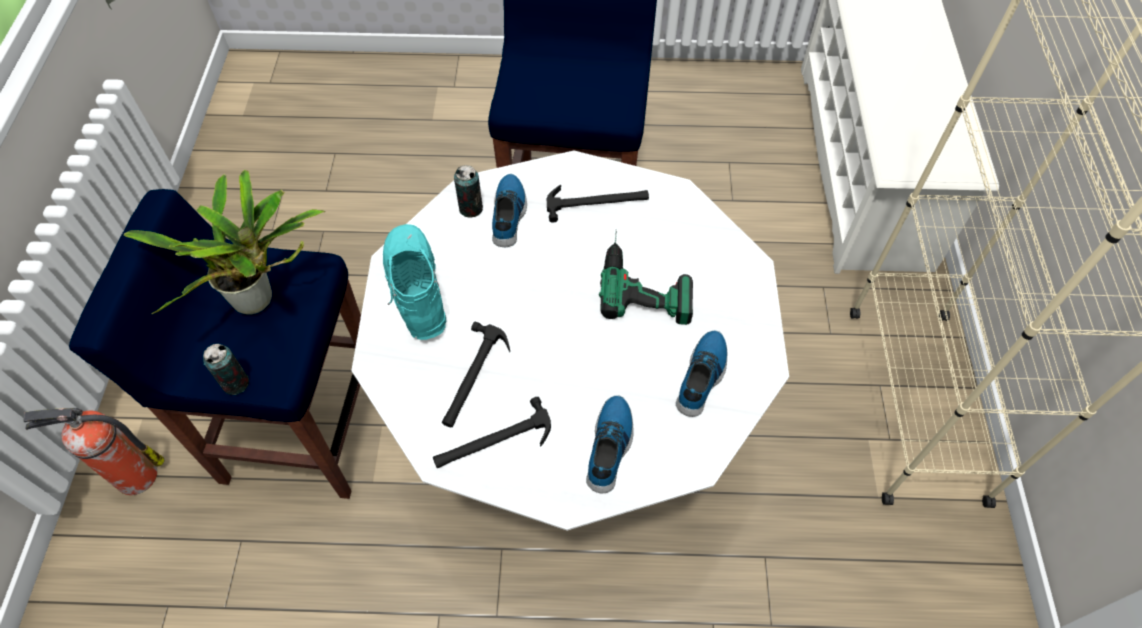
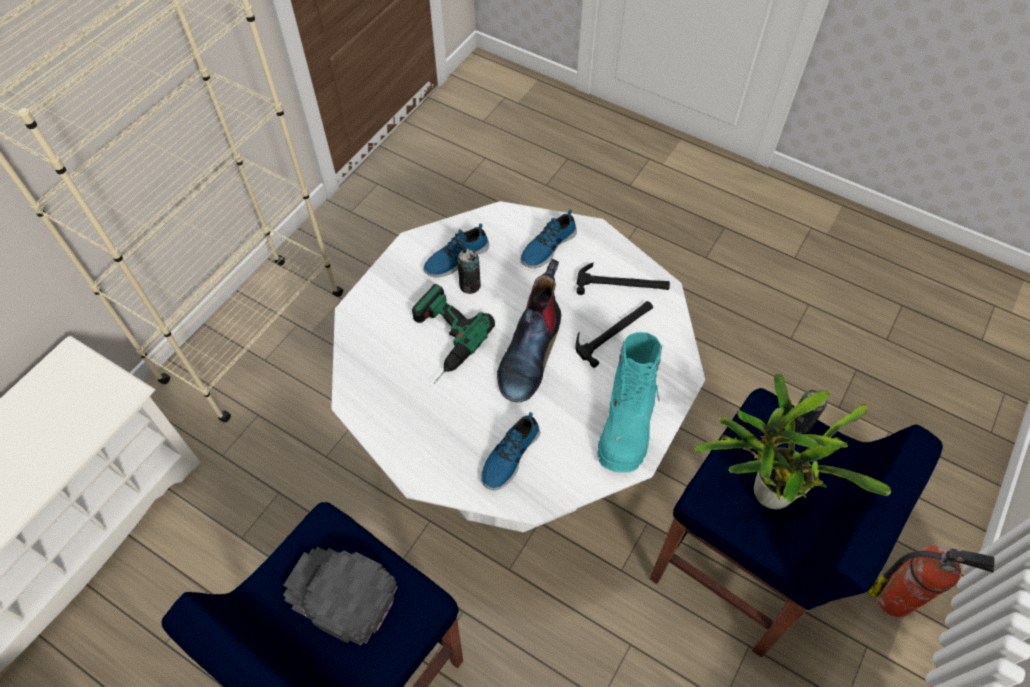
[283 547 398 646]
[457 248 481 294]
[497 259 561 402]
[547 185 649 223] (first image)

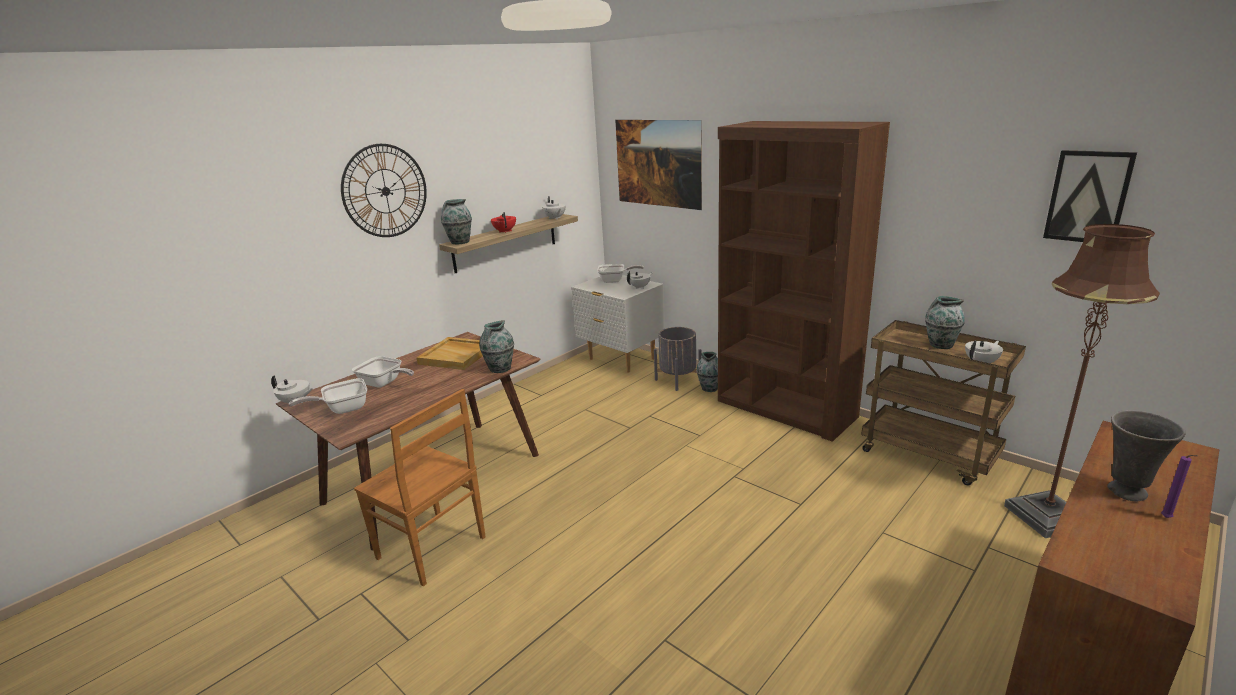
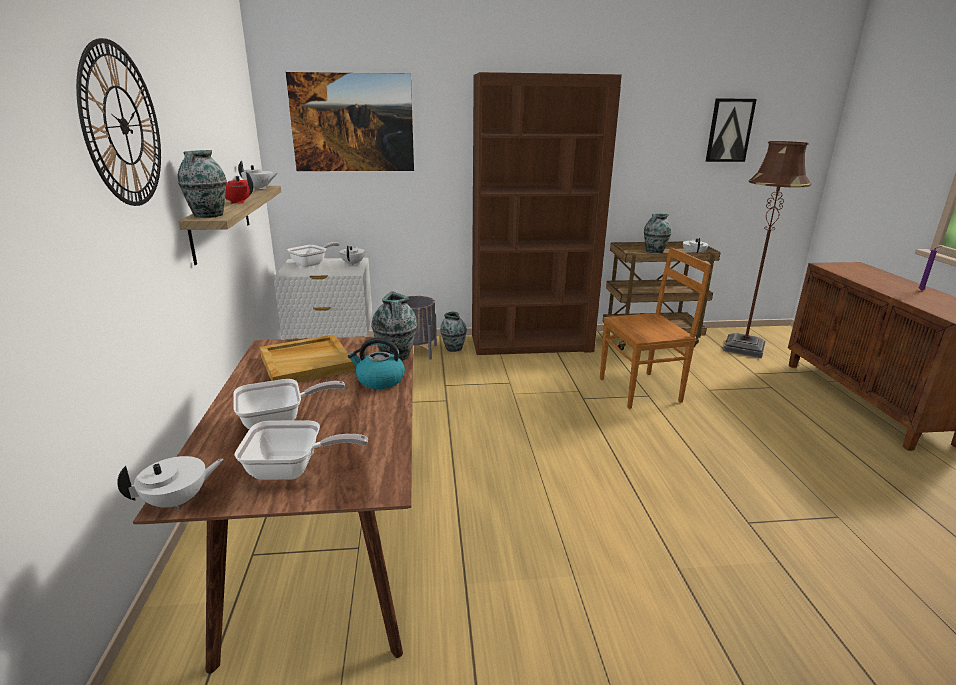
[234 420 368 480]
[348 337 405 389]
[600 247 711 409]
[1107 410 1186 501] (first image)

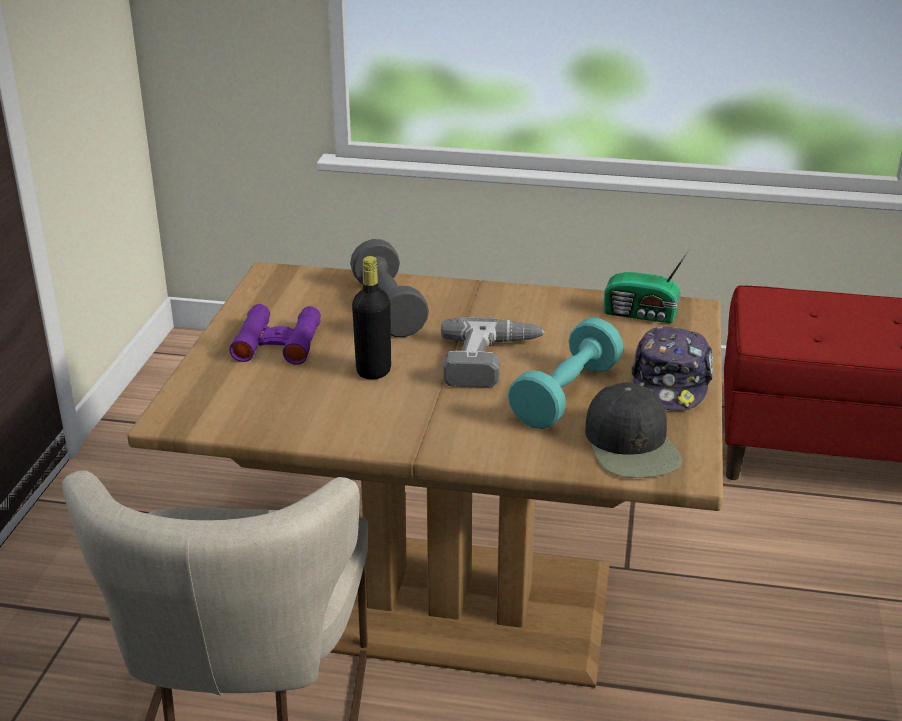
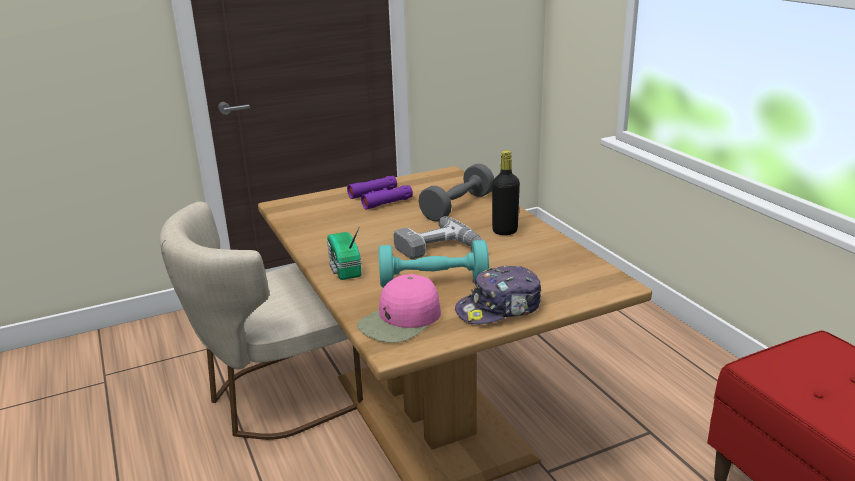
[327 226 362 280]
[357 274 441 343]
[492 150 520 235]

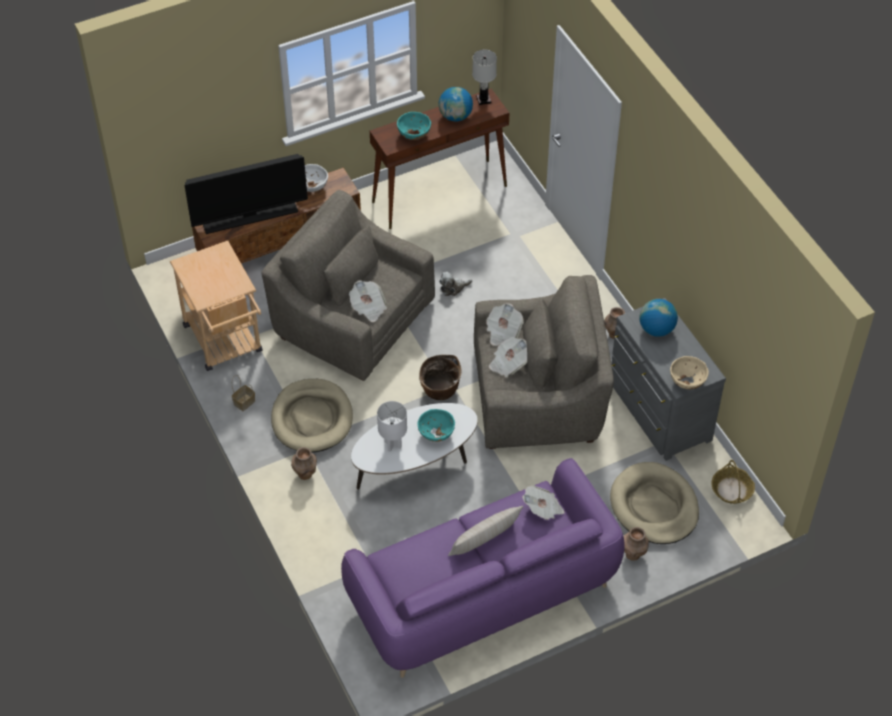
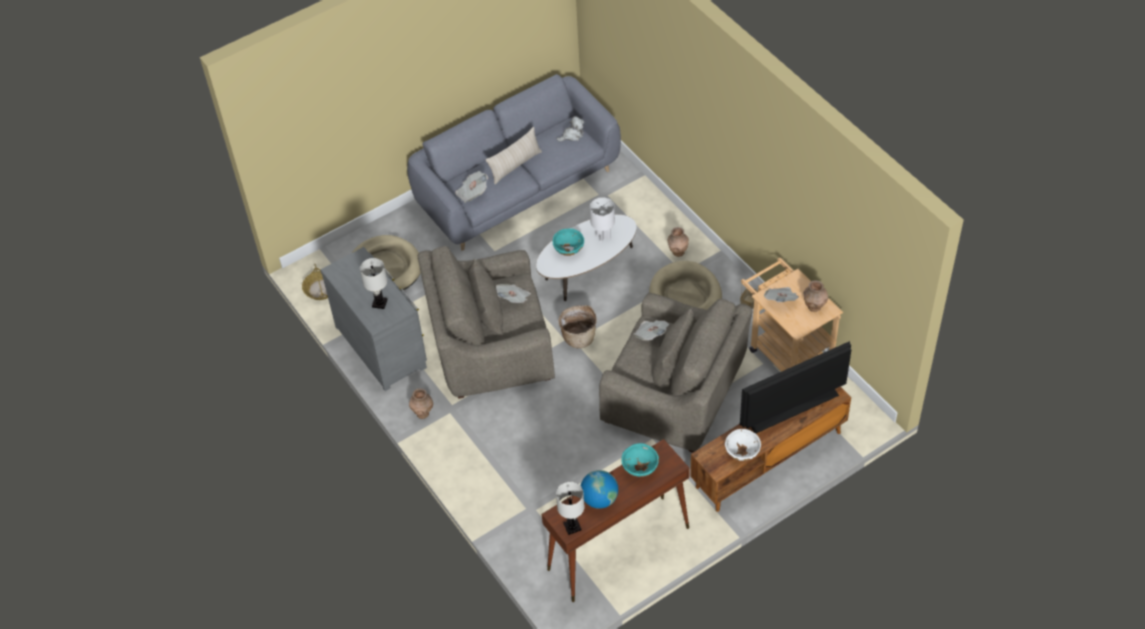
[360 258 388 309]
[407 74 621 251]
[557 116 584 142]
[764 287 799 302]
[804 280 828 312]
[670 356 709 390] (first image)

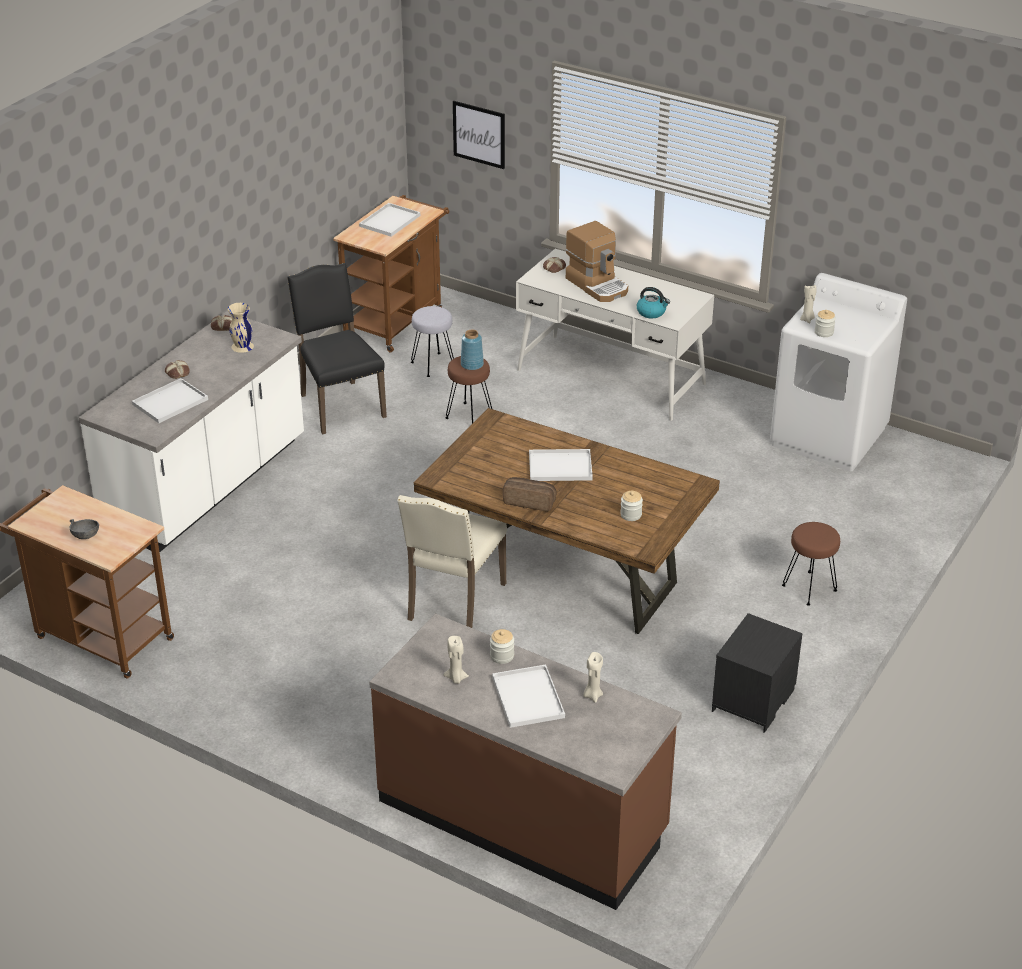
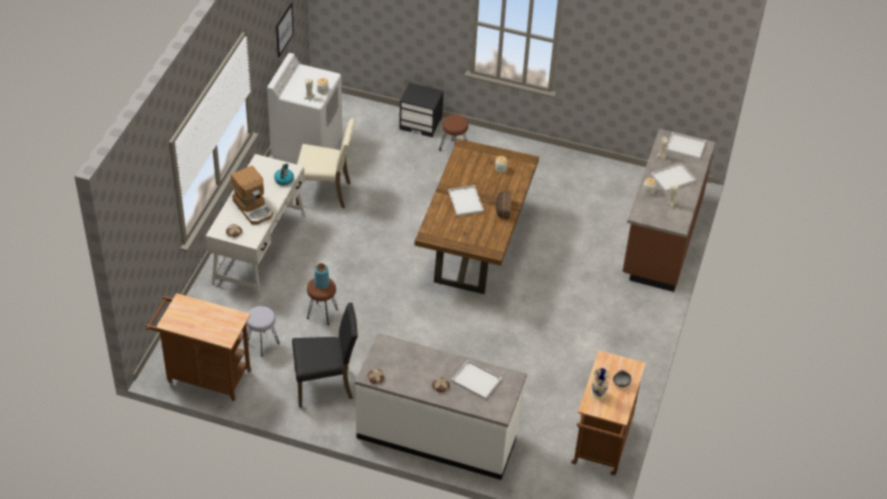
[231 166 273 225]
[276 3 294 58]
[292 303 358 407]
[296 118 355 208]
[399 83 444 138]
[591 368 610 400]
[666 132 706 159]

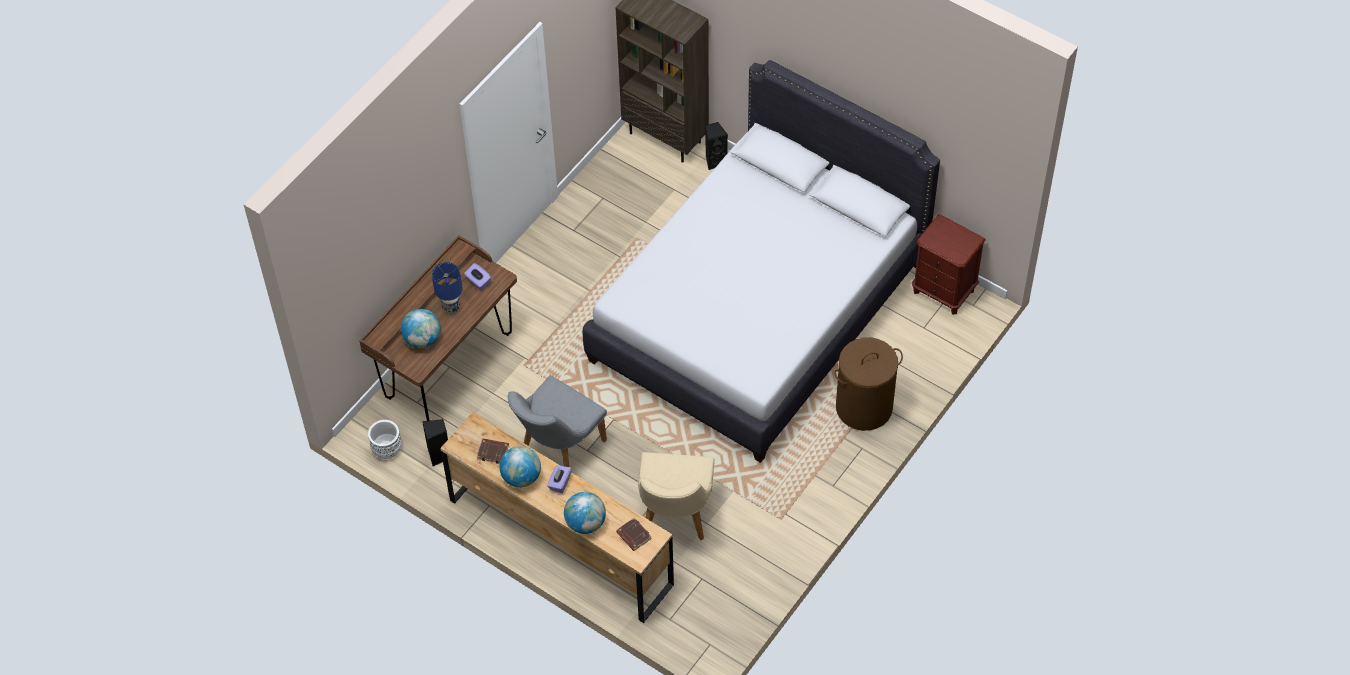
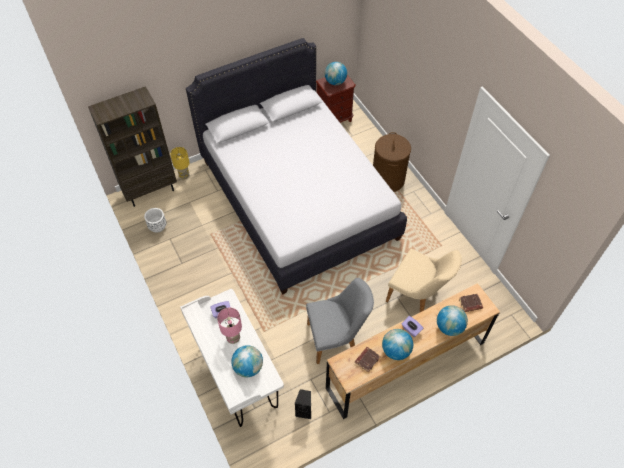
[144 208 167 233]
[170 147 190 179]
[180 289 284 427]
[217 307 242 344]
[306 278 374 364]
[325 62 347 85]

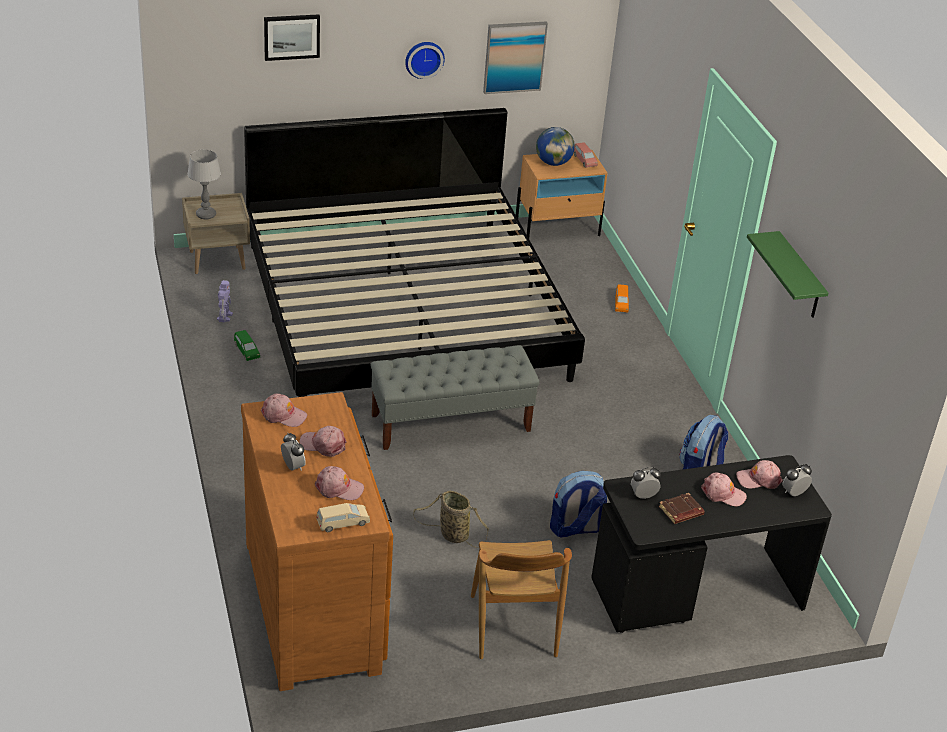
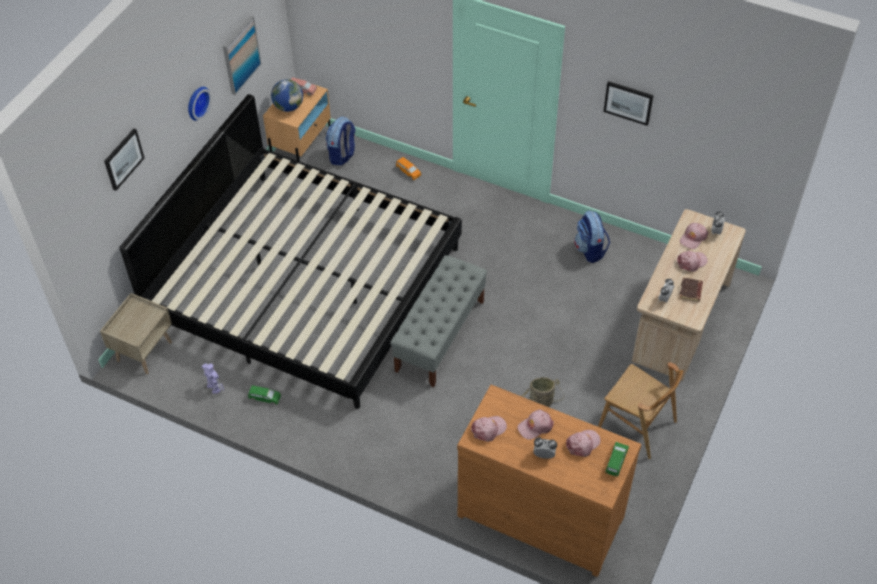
[326 117 355 165]
[603 81 653 126]
[605 442 629 477]
[632 209 746 381]
[187 149 221 219] (first image)

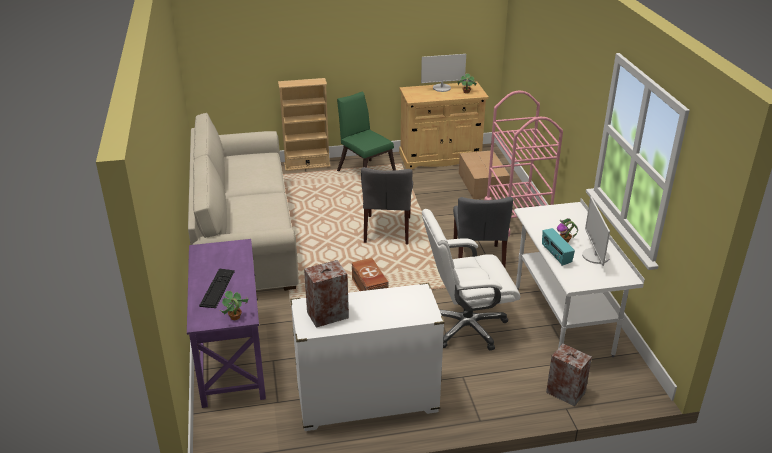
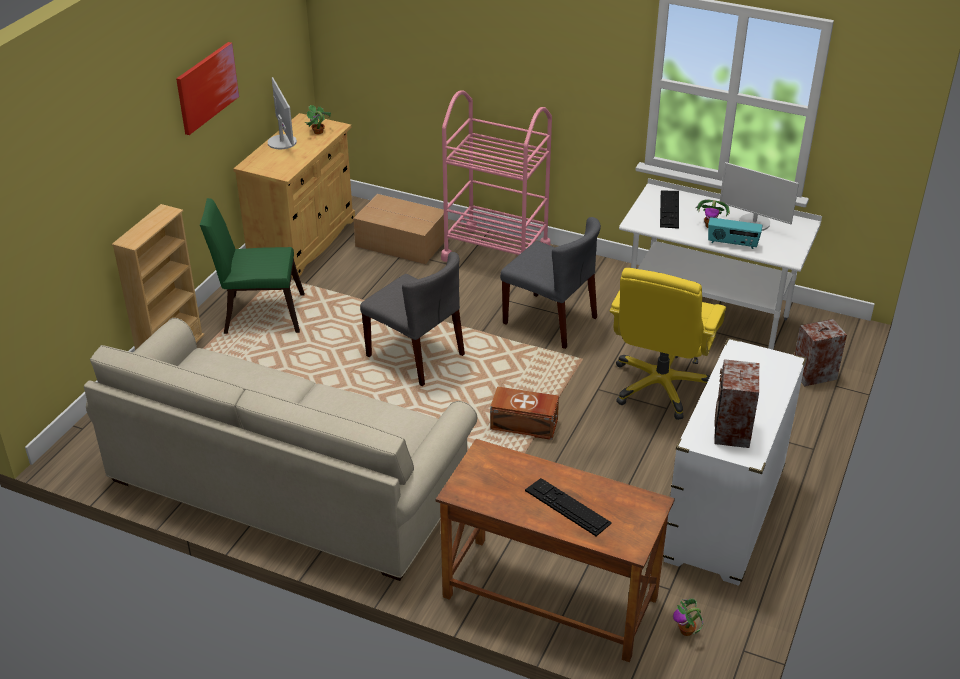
[176 42 239 135]
[268 77 297 149]
[436 439 675 662]
[610 268 726 420]
[660 191 679 229]
[673 598 703 636]

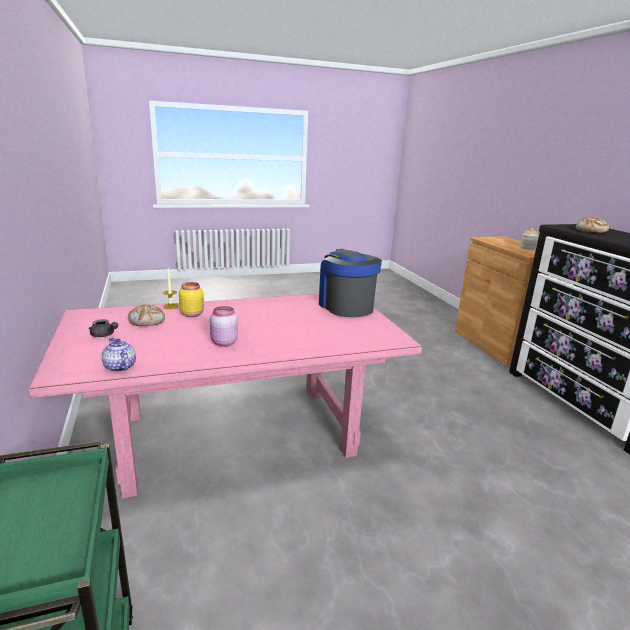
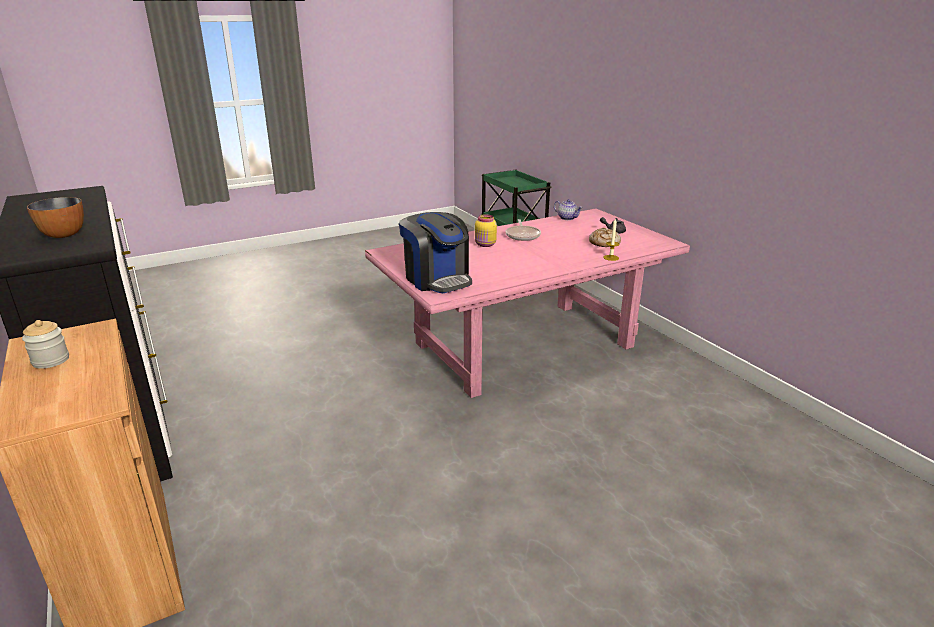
[27 197 84 238]
[475 214 497 247]
[506 219 541 241]

